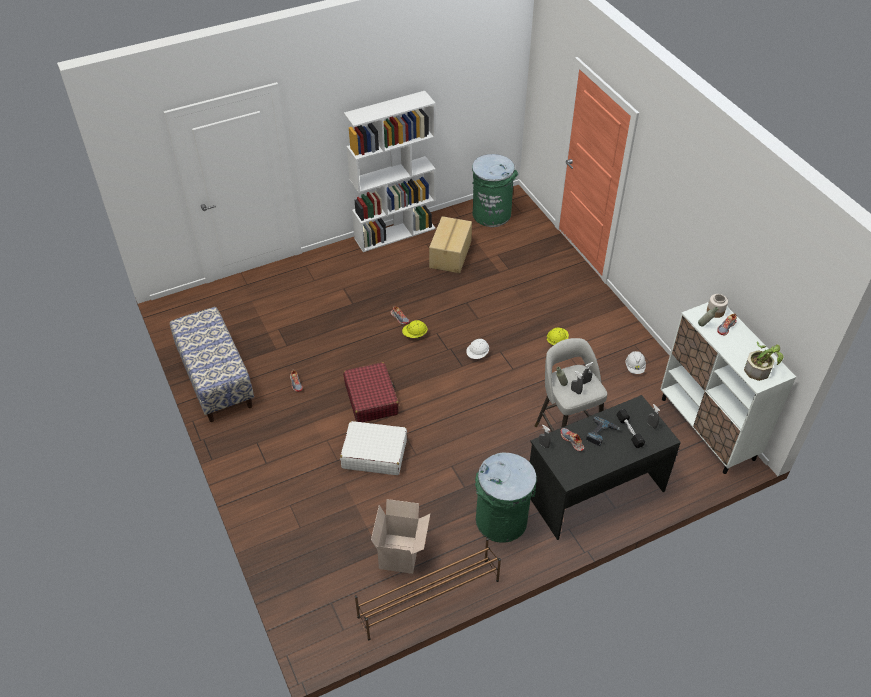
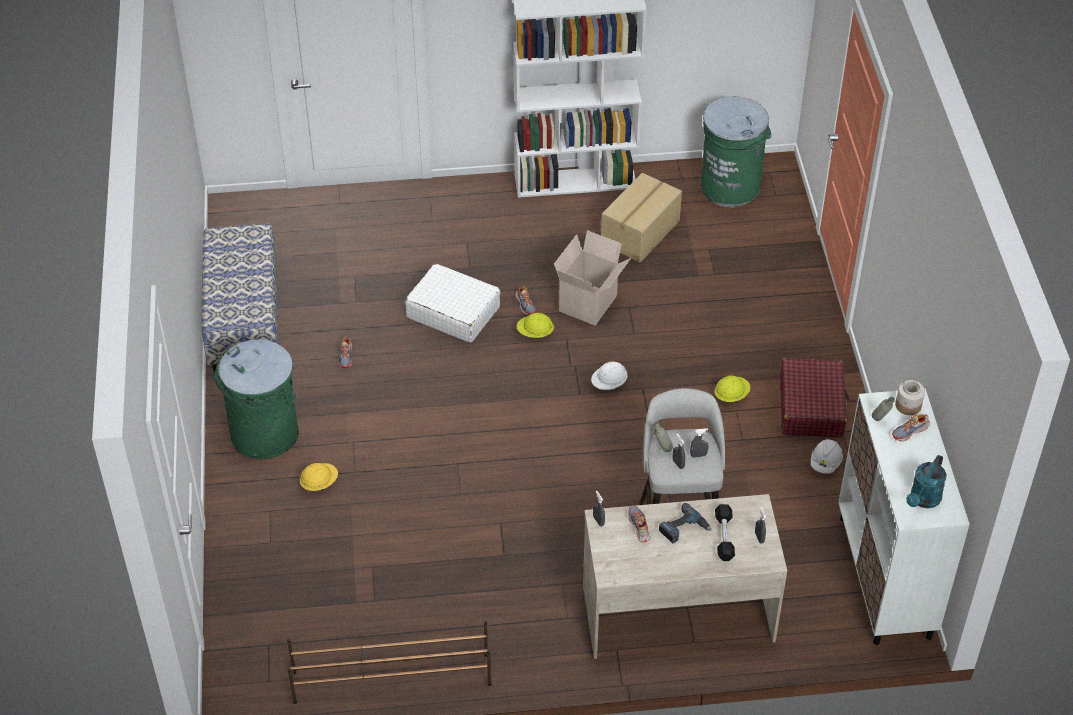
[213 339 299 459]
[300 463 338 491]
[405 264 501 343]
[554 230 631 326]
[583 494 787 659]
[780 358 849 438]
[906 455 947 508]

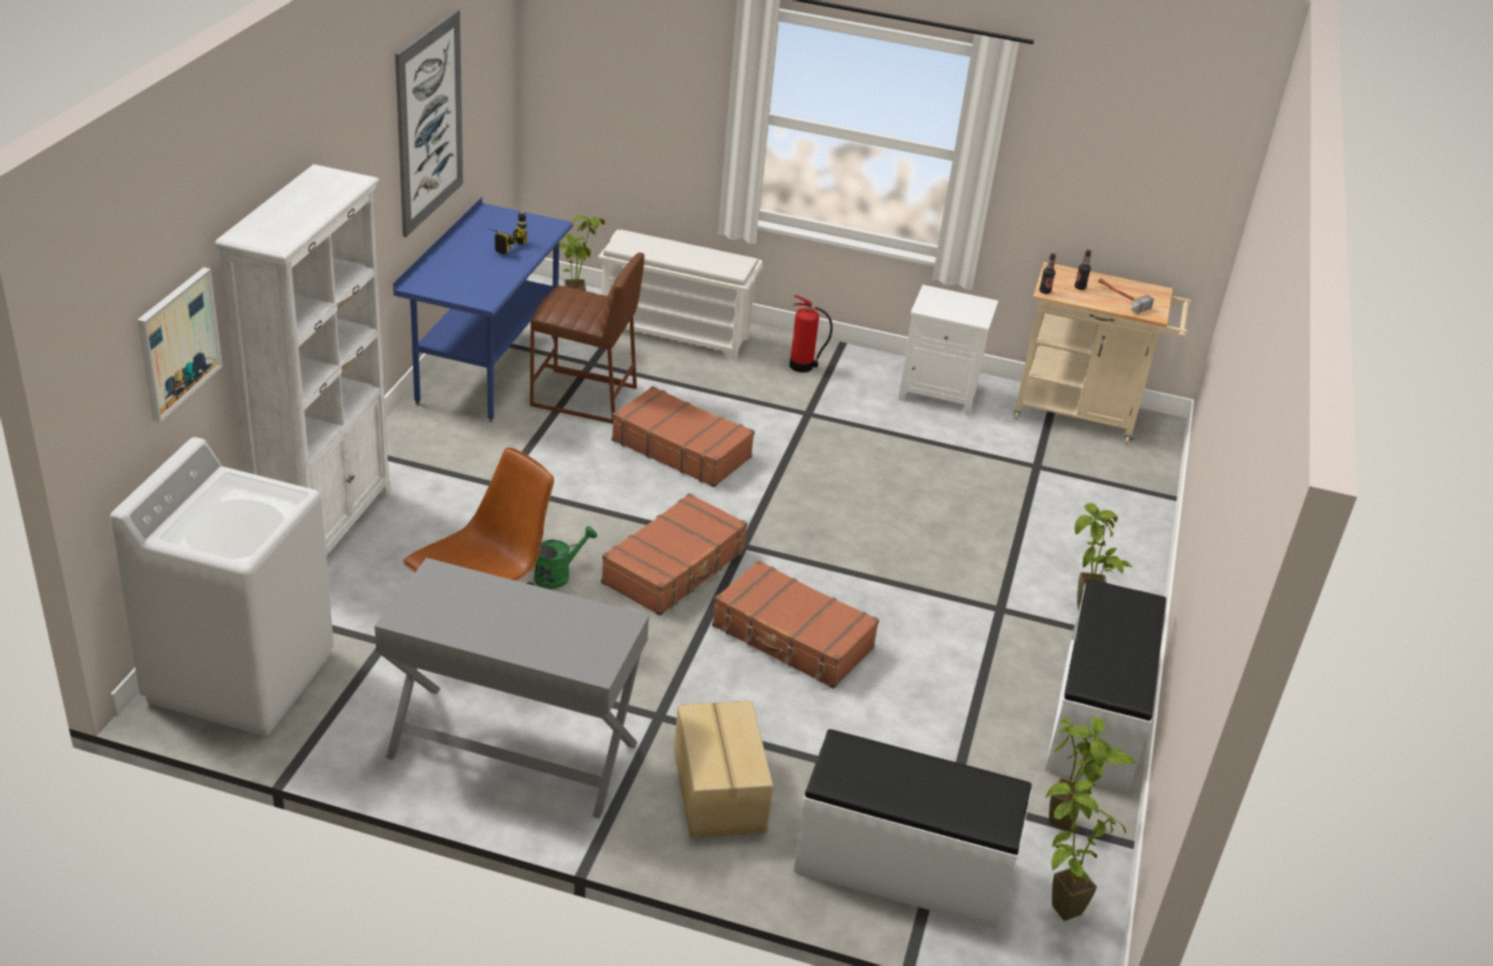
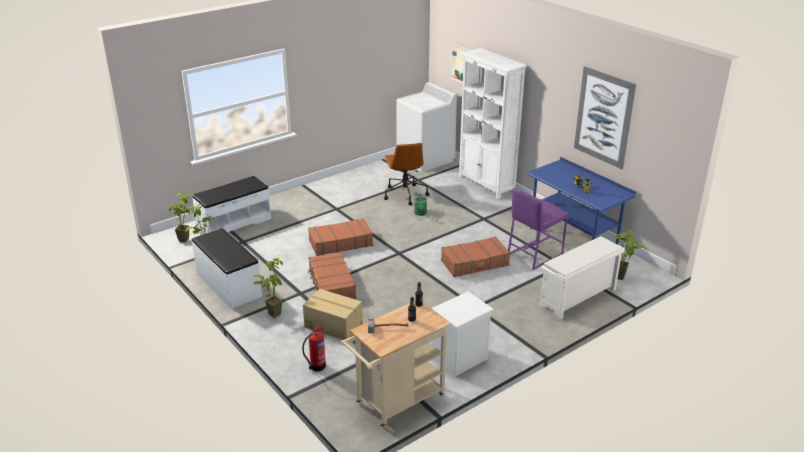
[302 323 326 371]
[303 289 363 340]
[308 252 356 299]
[508 188 568 270]
[374 558 649 819] (first image)

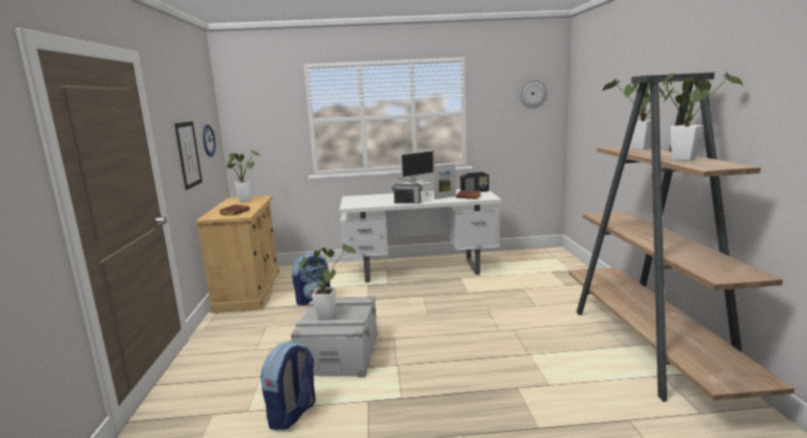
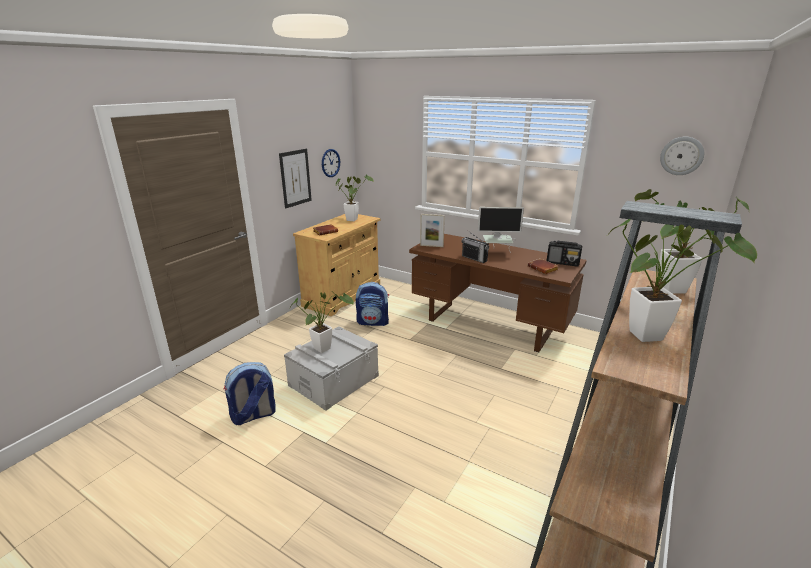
[409 234 587 352]
[420 214 445 247]

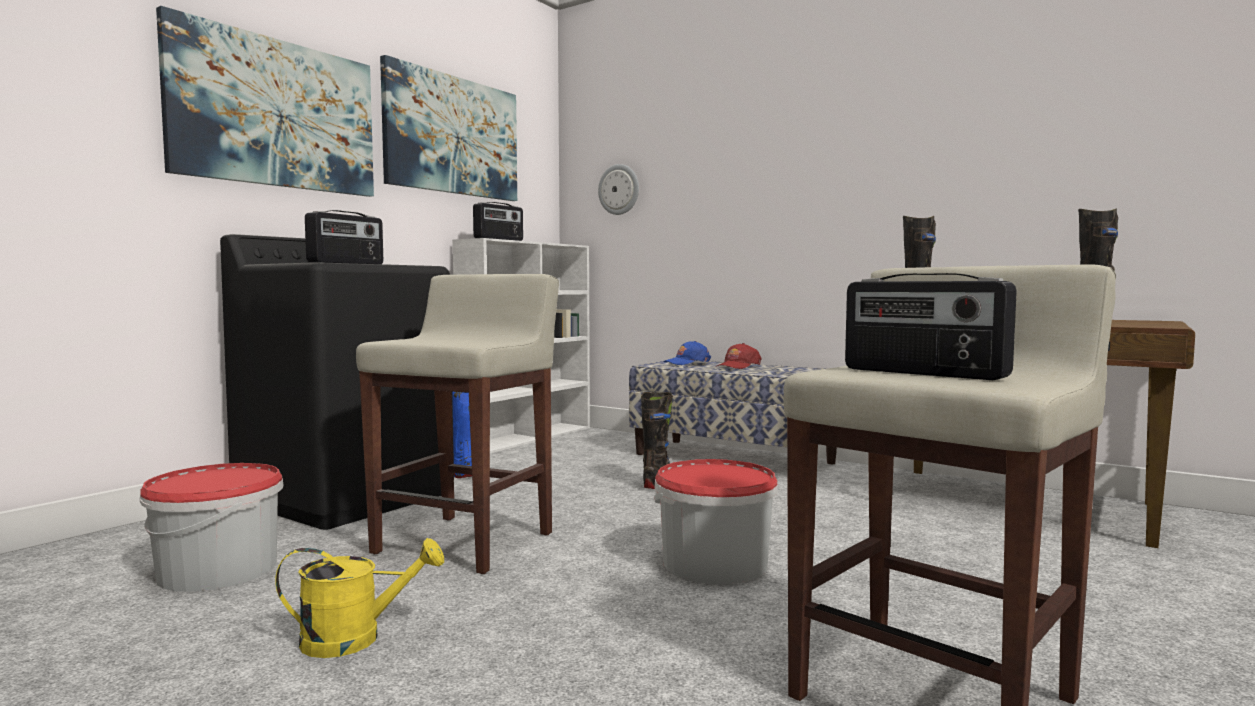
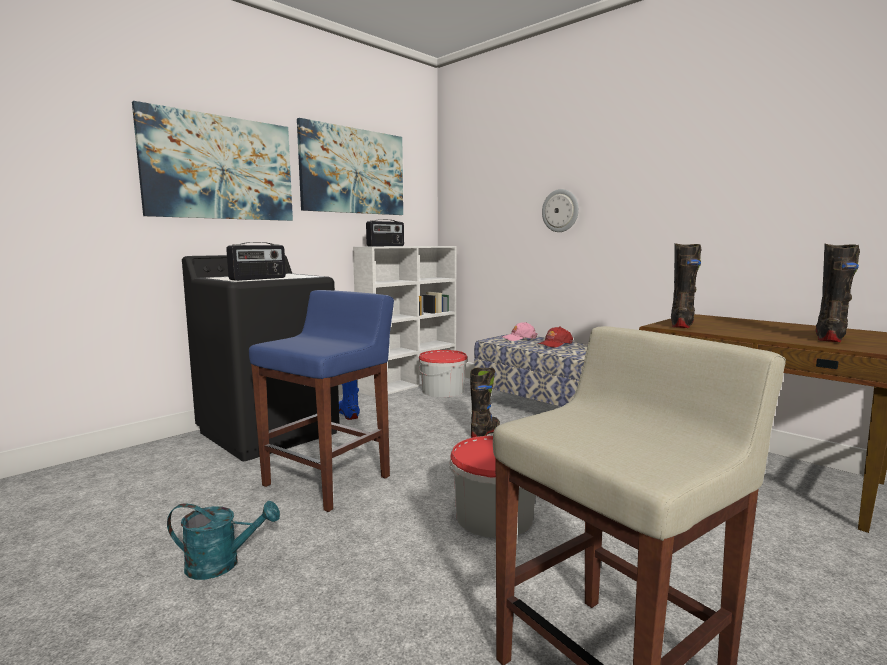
[167 501 280 580]
[249 290 394 512]
[419 350 468 397]
[502 322 538 341]
[542 189 579 232]
[845 273 1017 380] (first image)

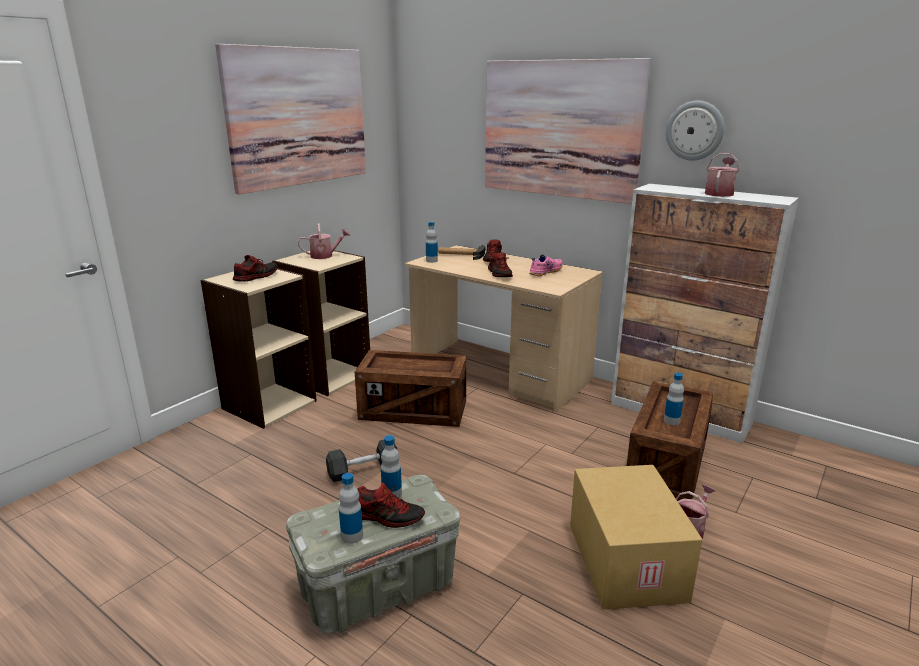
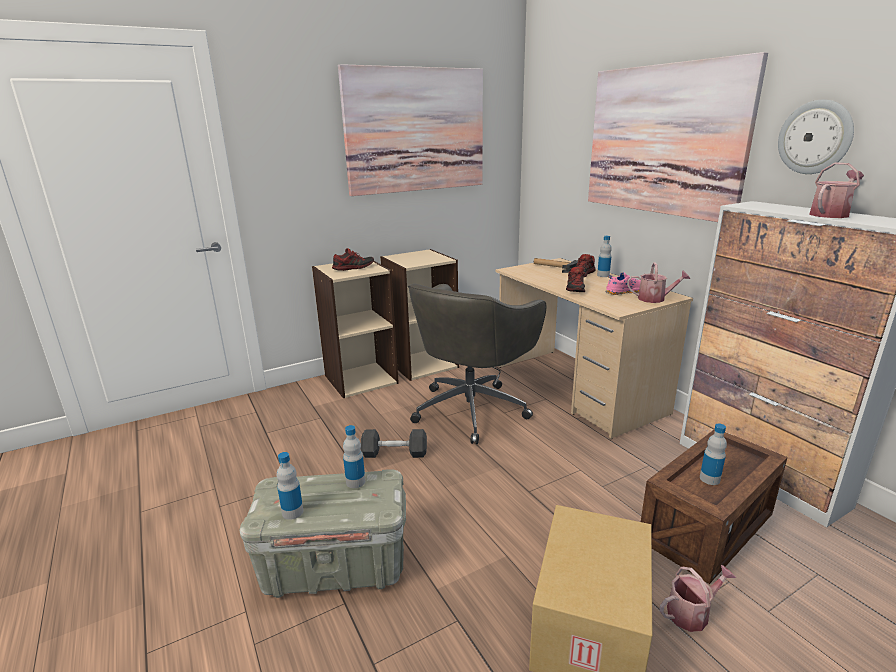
[408 284 546 444]
[597 236 612 277]
[627 262 690 303]
[357 482 425 528] (first image)

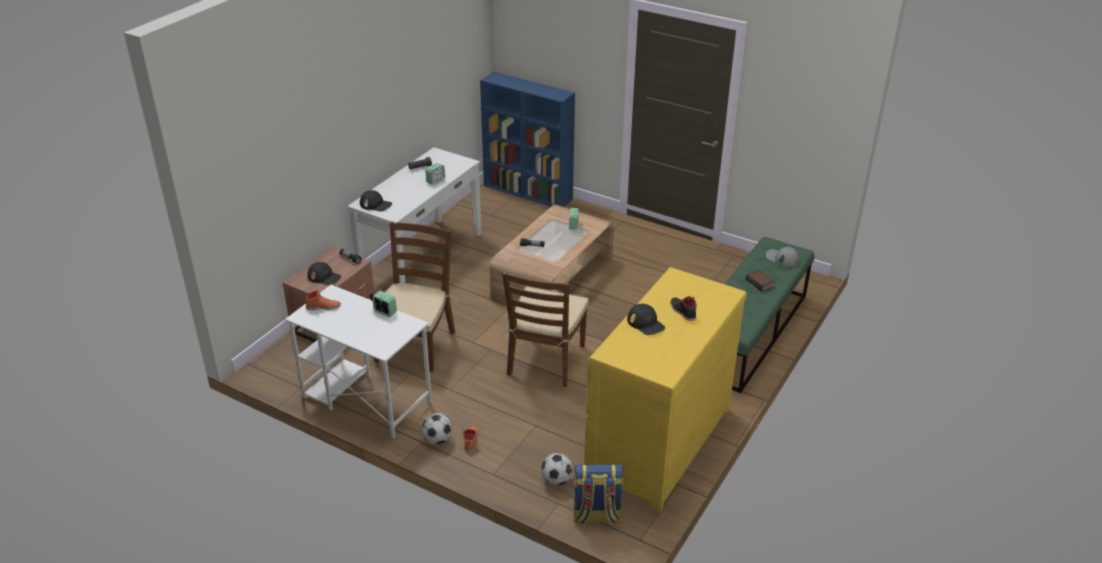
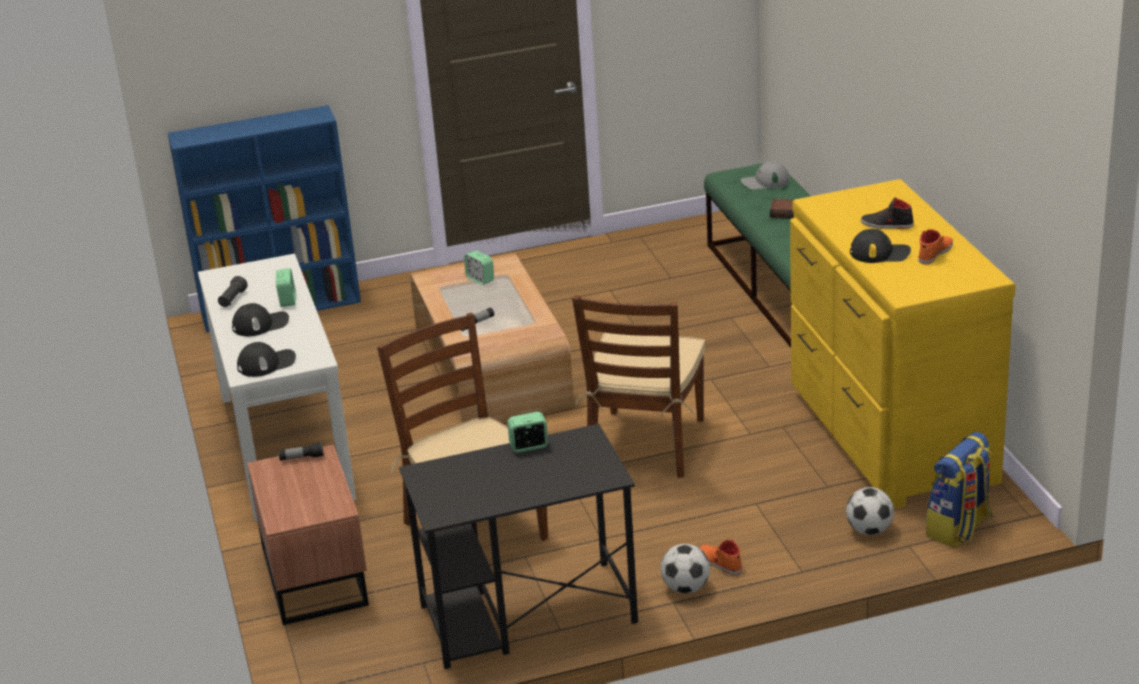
[232 303 289 336]
[399 424 638 669]
[572 295 705 478]
[918 229 953 264]

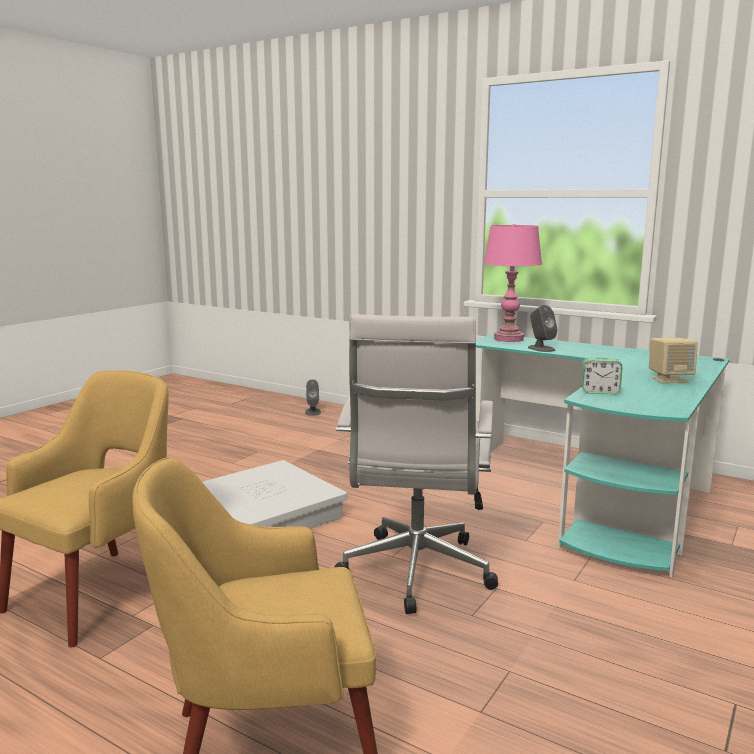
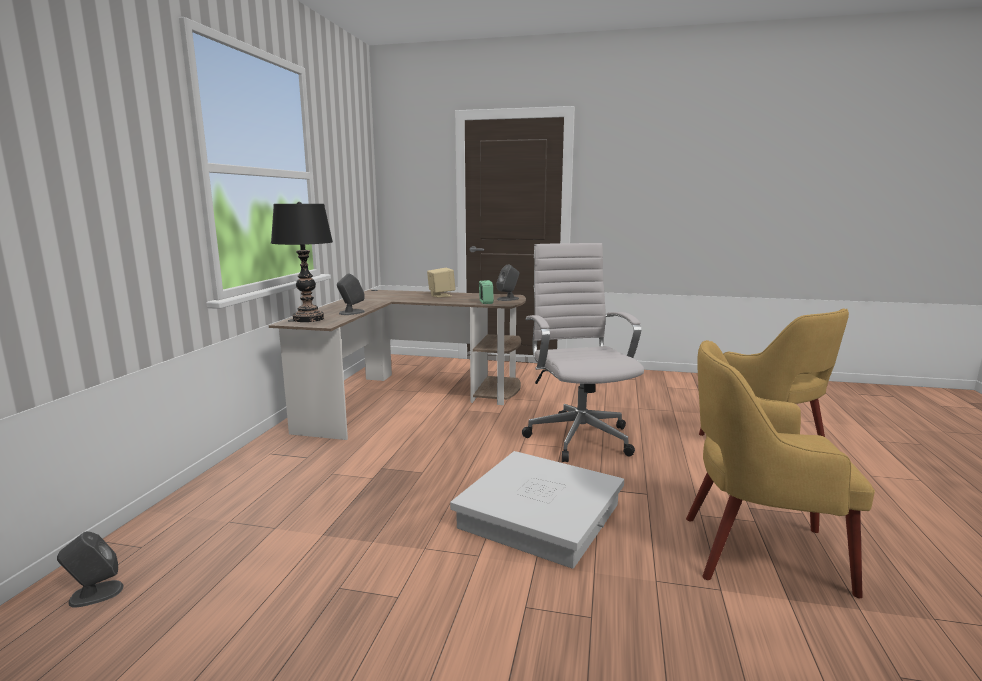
[269 289 526 440]
[271 202 333 322]
[497 264 519 301]
[522 243 644 462]

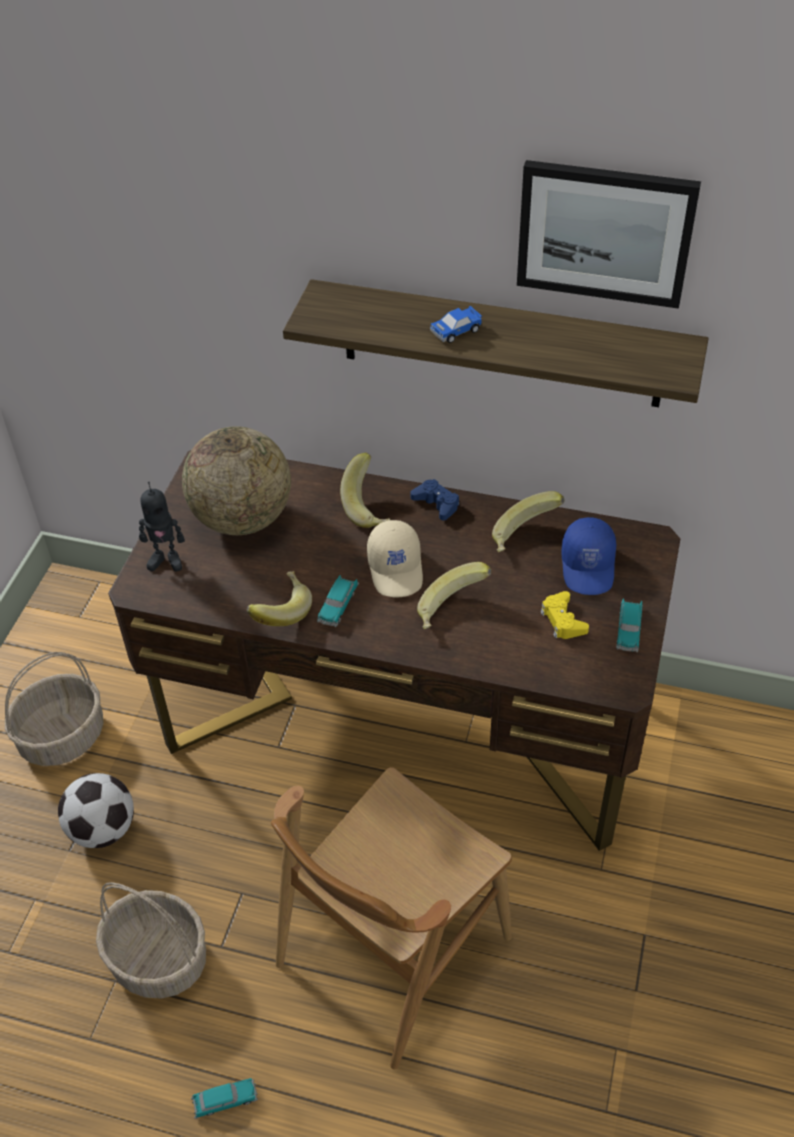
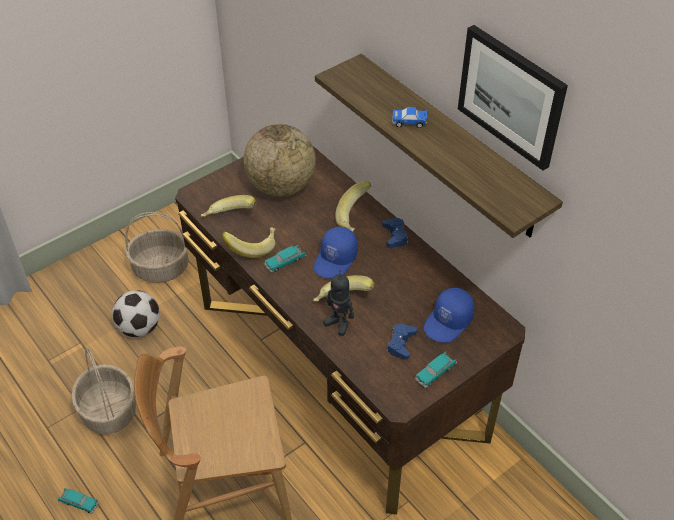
[201 195 257 217]
[313 226 358 279]
[323 270 354 336]
[386 324 417 359]

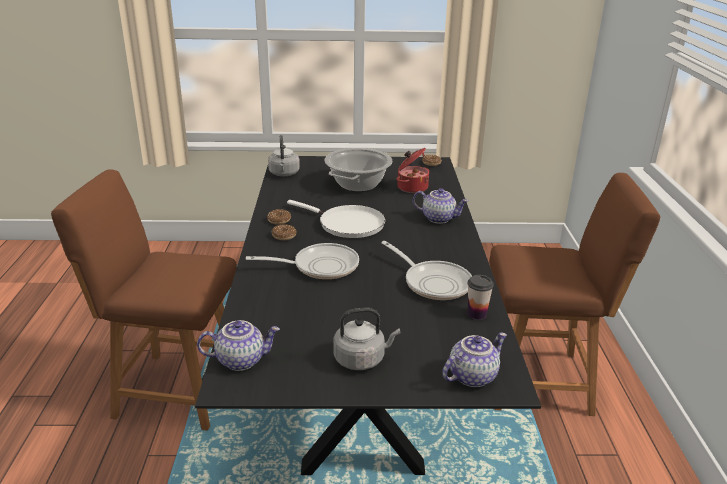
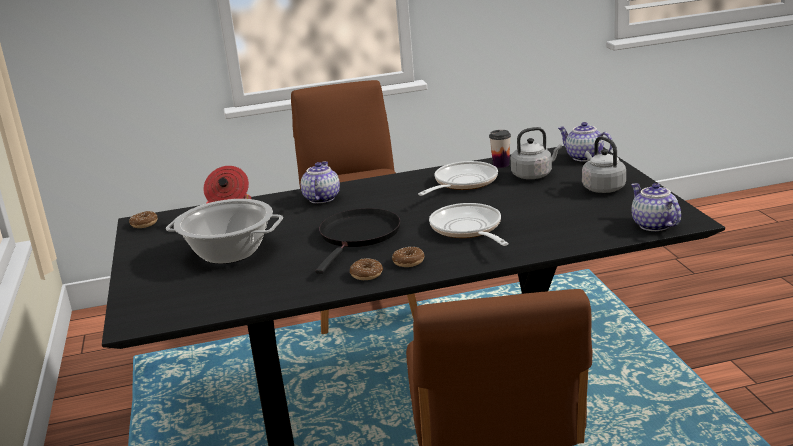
[315 208 400 274]
[511 127 562 179]

